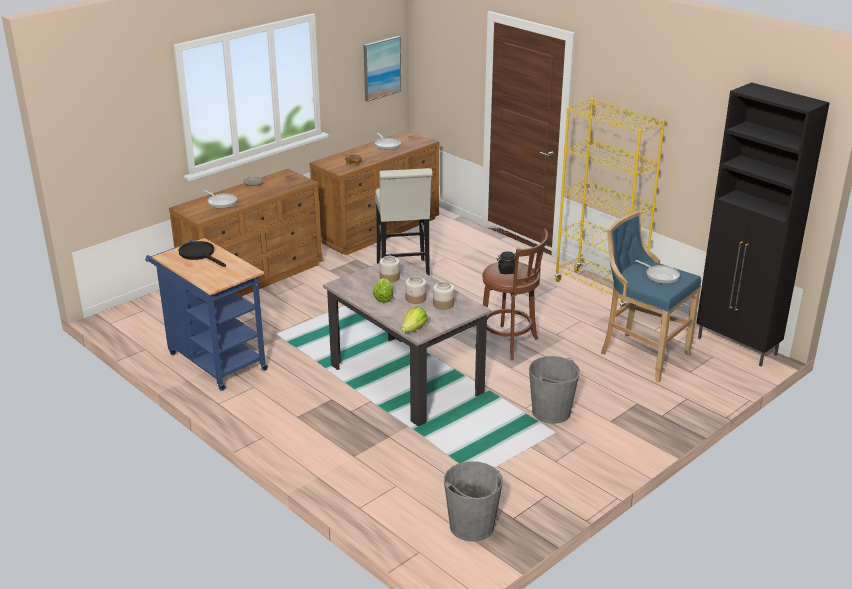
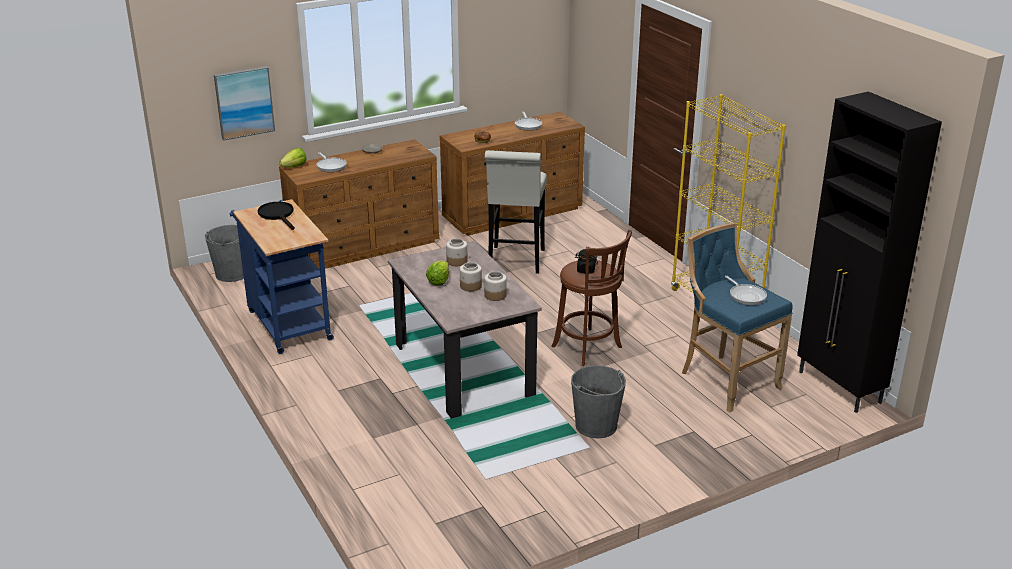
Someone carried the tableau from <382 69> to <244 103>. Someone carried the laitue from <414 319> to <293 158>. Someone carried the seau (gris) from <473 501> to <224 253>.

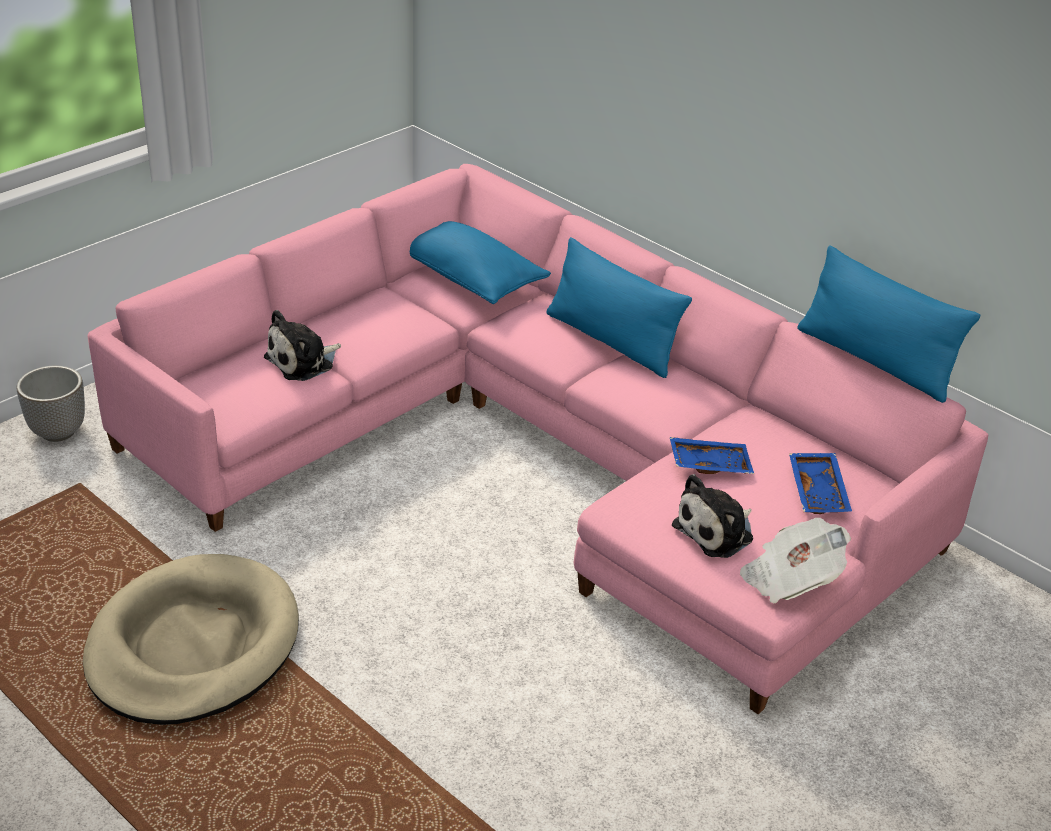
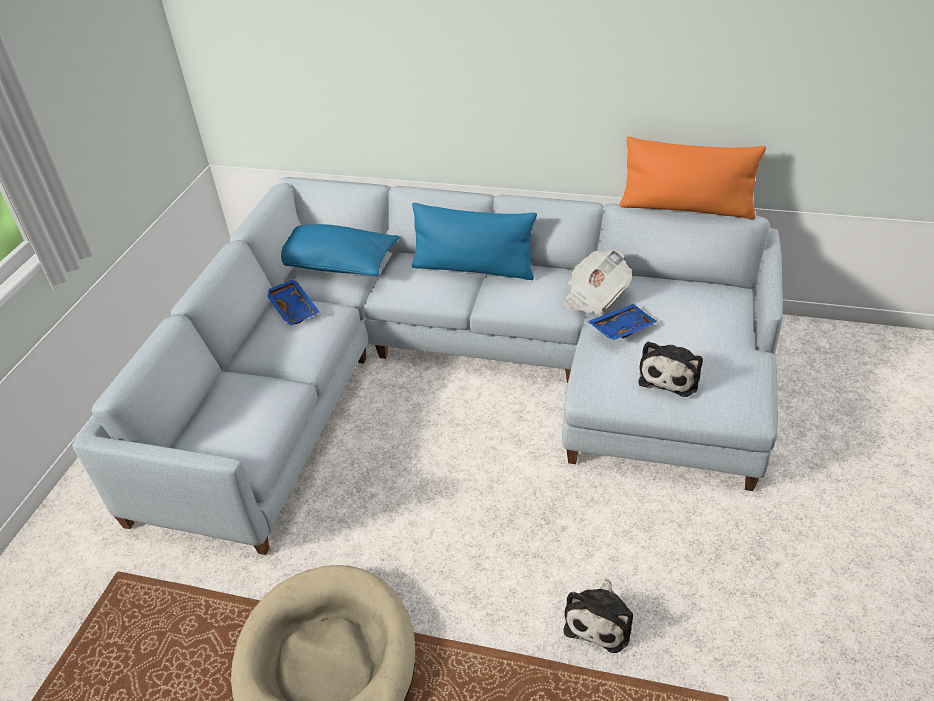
Someone took away the cache-pot at <51 404>. Someone repainted the canapé (rose) at <537 439>, which became the canapé (gris) at <427 366>. Someone carried the peluche from <302 345> to <598 616>. Someone carried the journal from <795 561> to <597 282>. Someone carried the plateau (bleu) from <820 483> to <293 302>. Someone repainted the coussin (bleu) at <888 324>, which became the coussin (orange) at <692 178>.

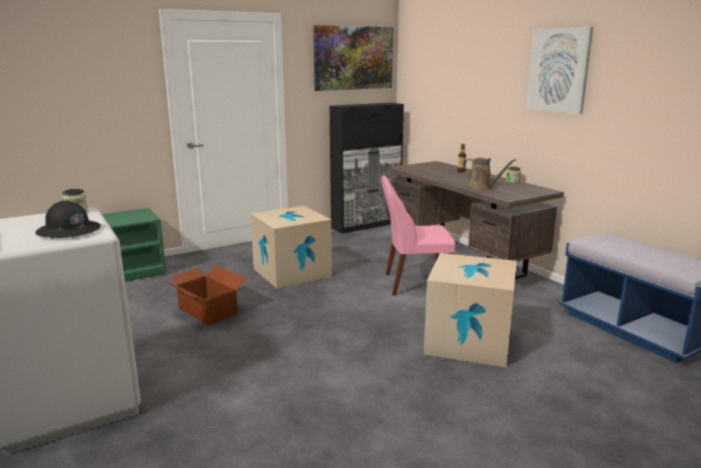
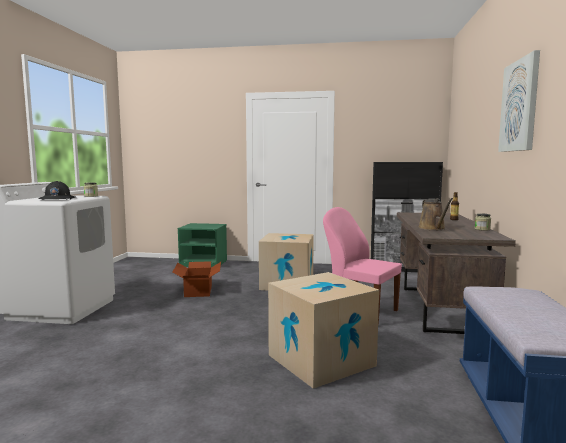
Someone took away the tableau at <353 58>.

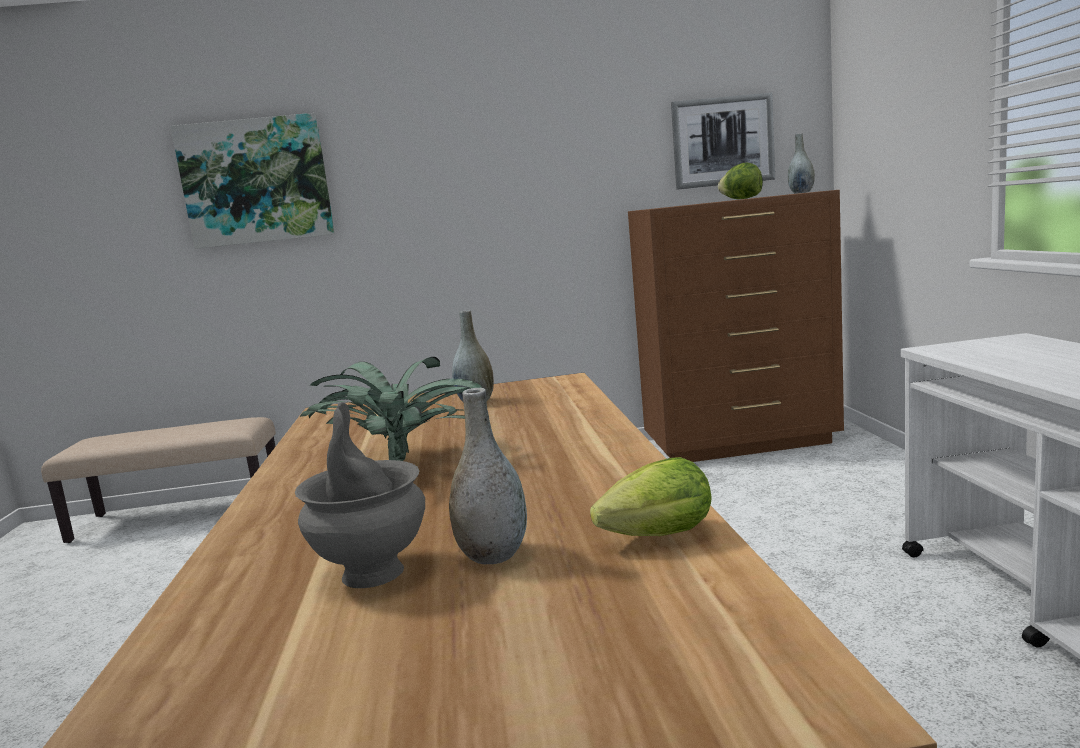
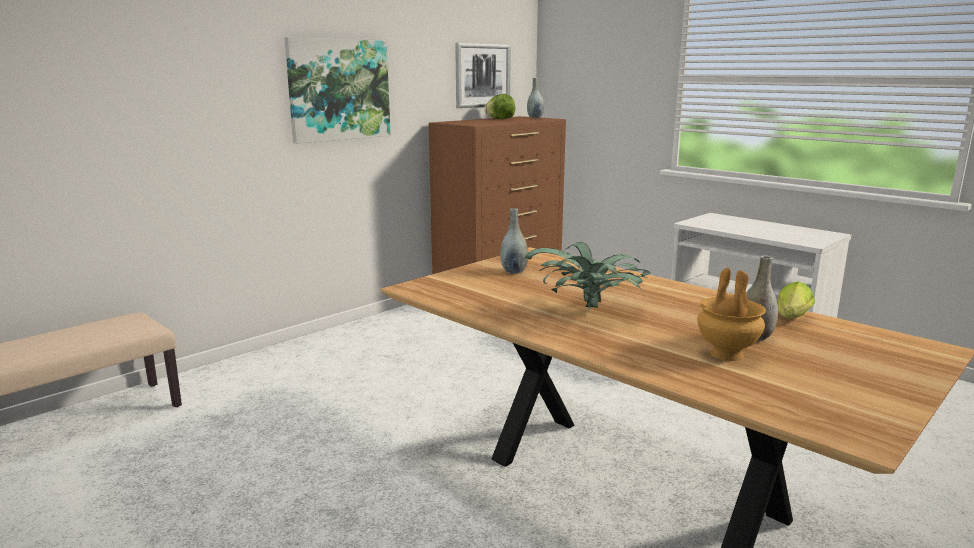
Someone carried the tableau from <252 181> to <338 90>. Someone repainted the vase (gris) at <360 495>, which became the vase (marron) at <731 314>.

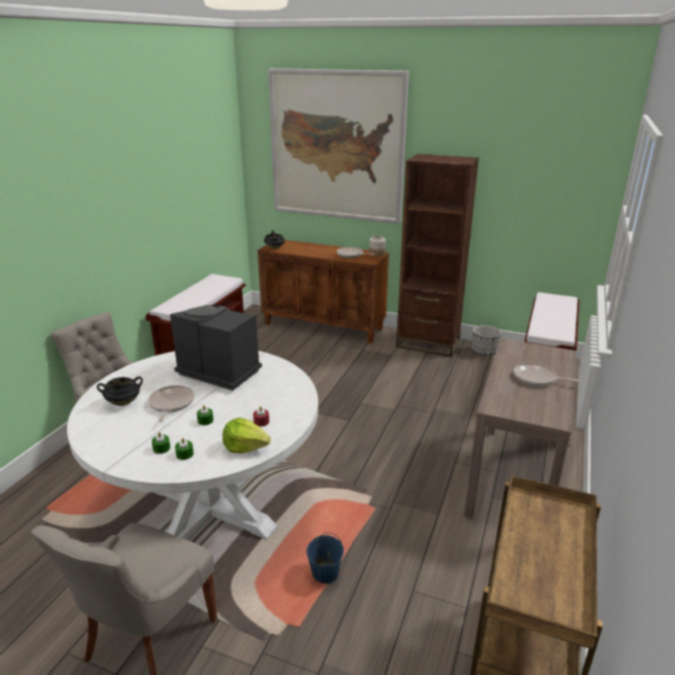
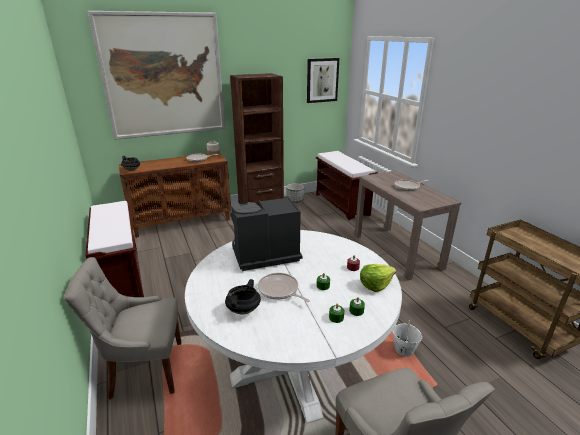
Someone repainted the seau (bleu) at <325 558>, which became the seau (blanc) at <407 338>. Someone put up the tableau at <323 80>.

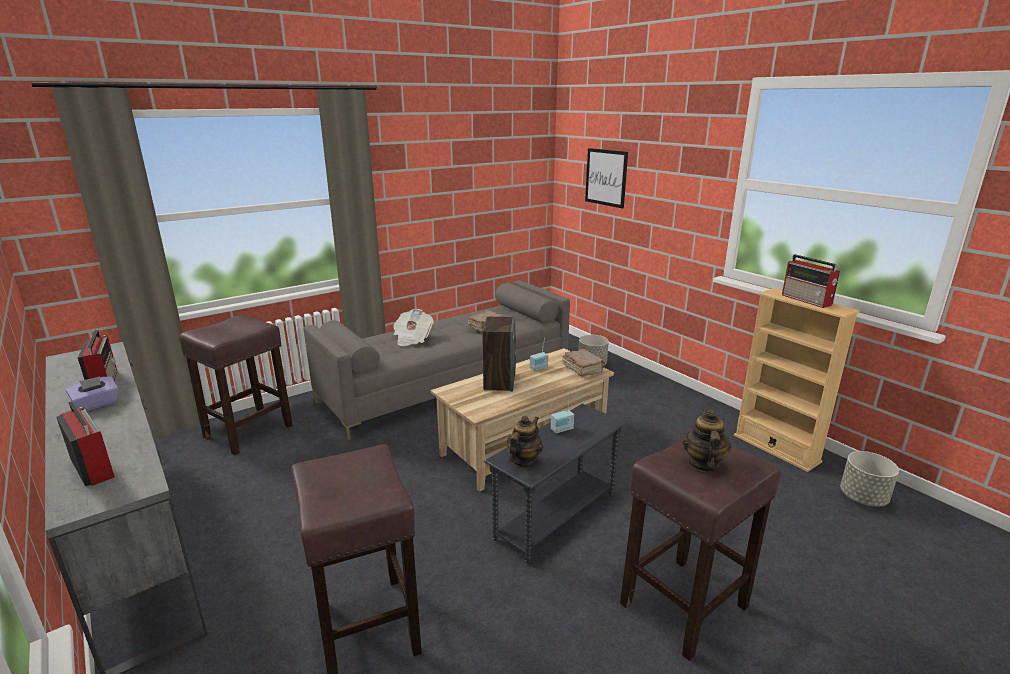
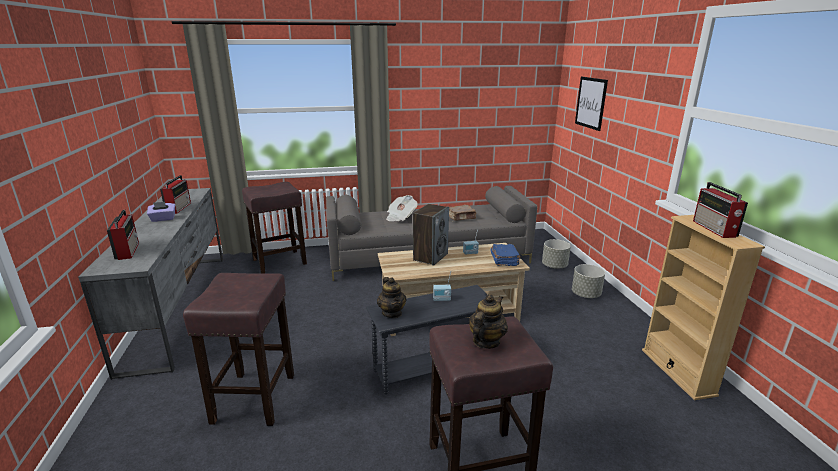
Someone rotated the théière at <525 441> by 105 degrees clockwise. Someone repainted the livre (marron) at <583 363>, which became the livre (bleu) at <505 255>. Someone carried the cache-pot (gris) from <869 479> to <588 281>.

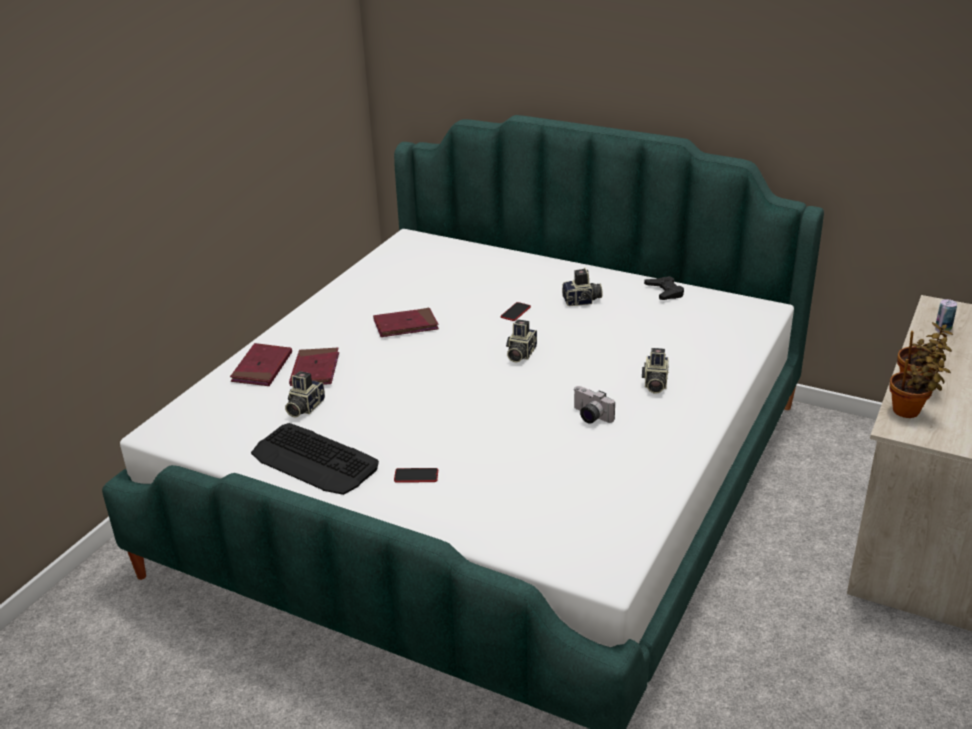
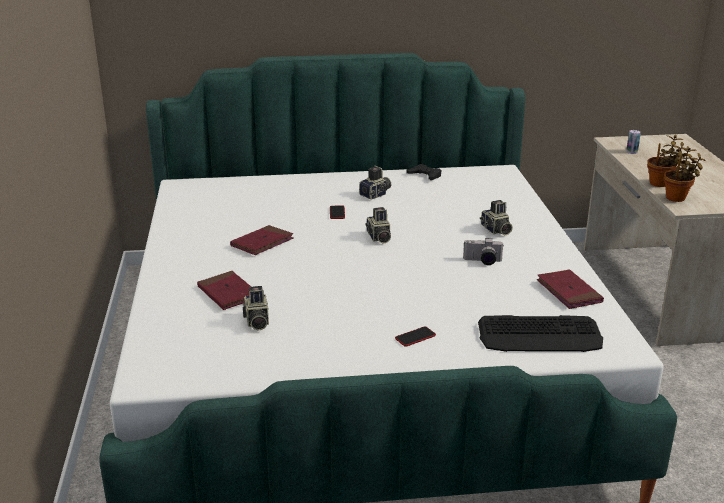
Someone carried the livre (rouge) from <261 364> to <570 289>. Someone carried the clavier from <315 459> to <540 333>.

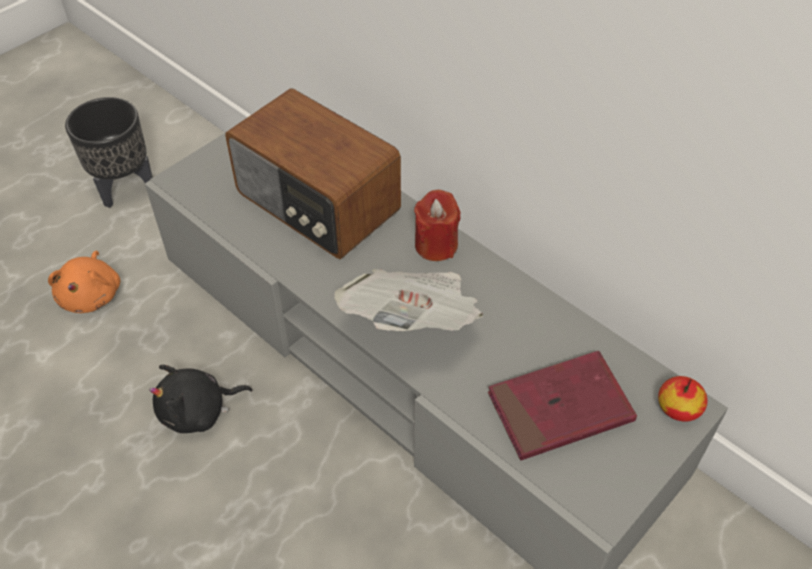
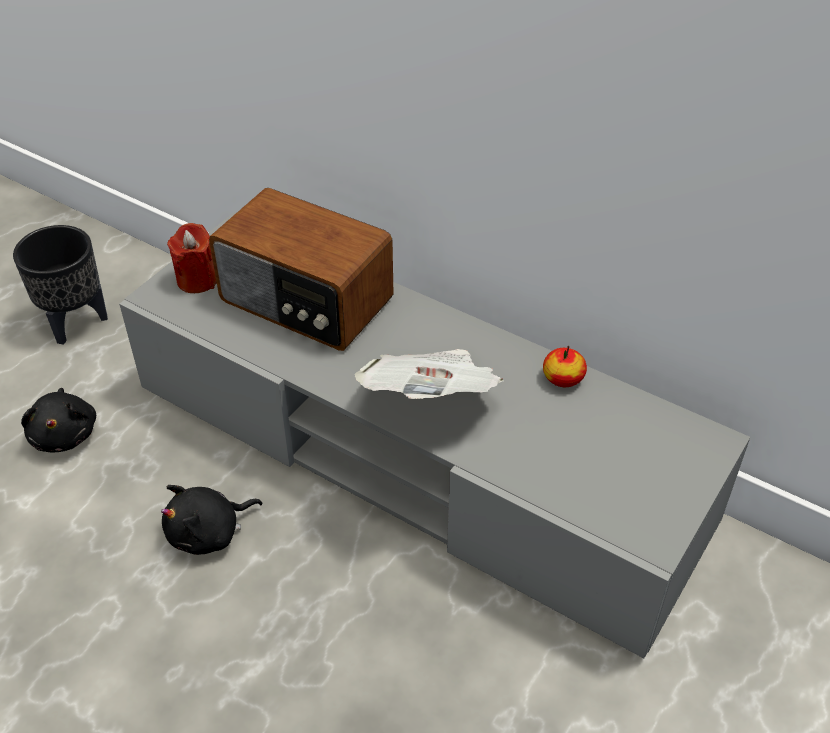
Someone repainted the peluche (orange) at <84 282>, which became the peluche (noir) at <58 420>. Someone carried the bougie (rouge) from <437 225> to <192 258>. Someone took away the livre (rouge) at <562 405>. Someone carried the pomme from <683 399> to <565 366>.

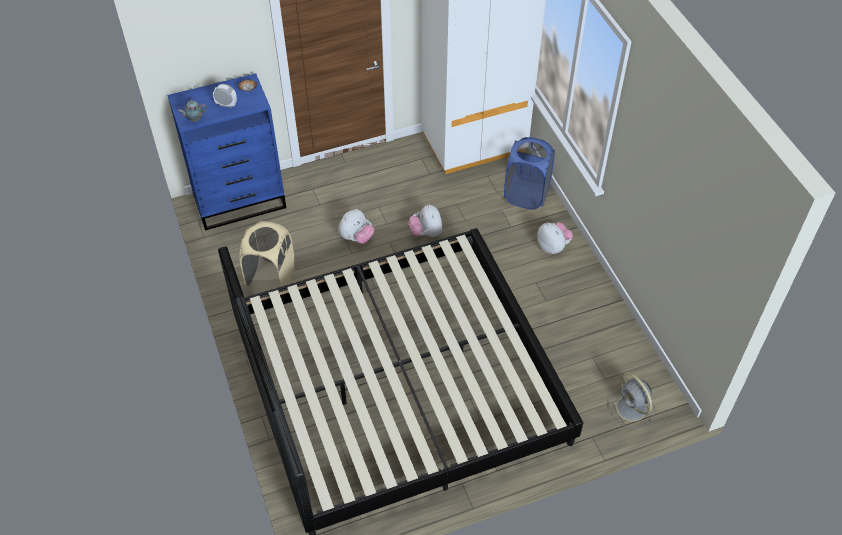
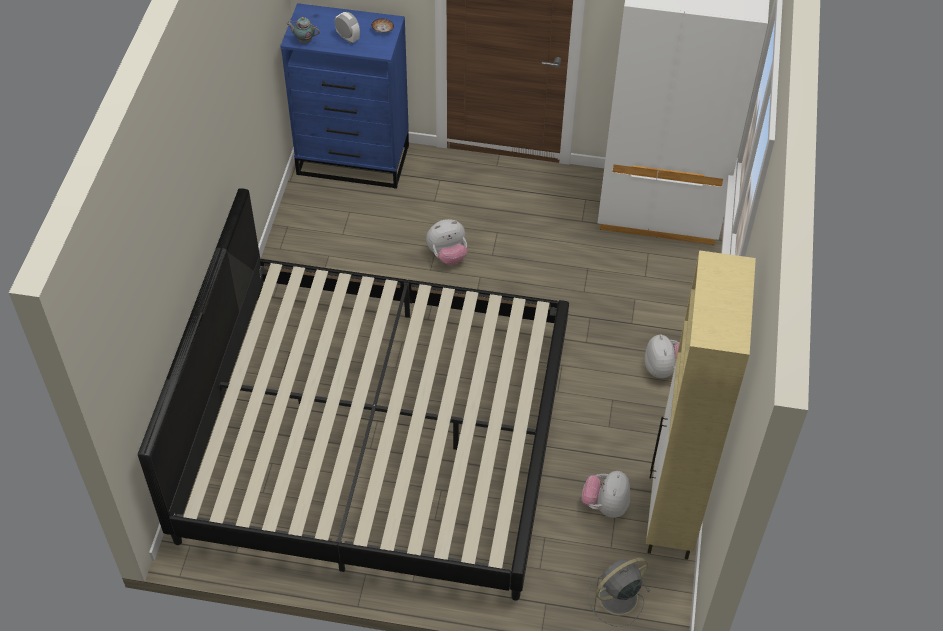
Someone took away the panier à linge (beige) at <267 257>. Someone carried the peluche from <426 220> to <606 494>. Someone took away the panier à linge (bleu) at <529 173>. Someone rotated the ventilateur (gris) at <632 400> by 60 degrees clockwise. Someone put down the meuble de rangement (beige) at <701 405>.

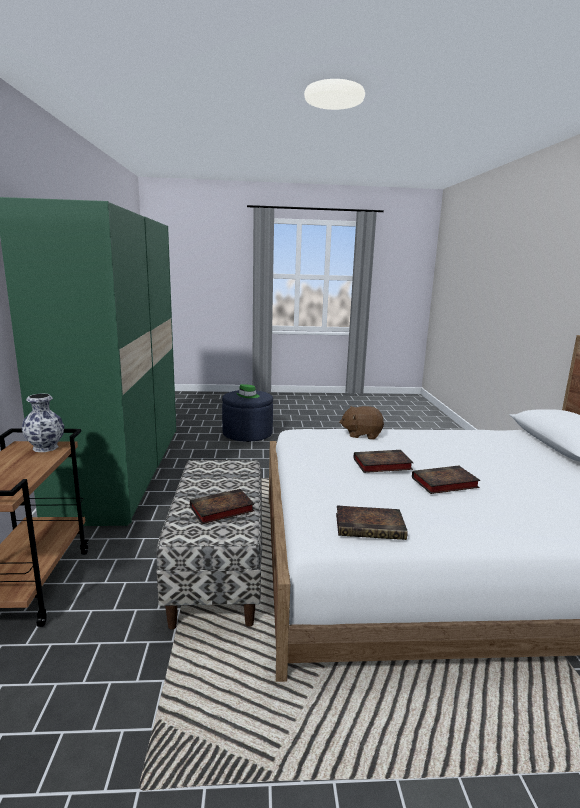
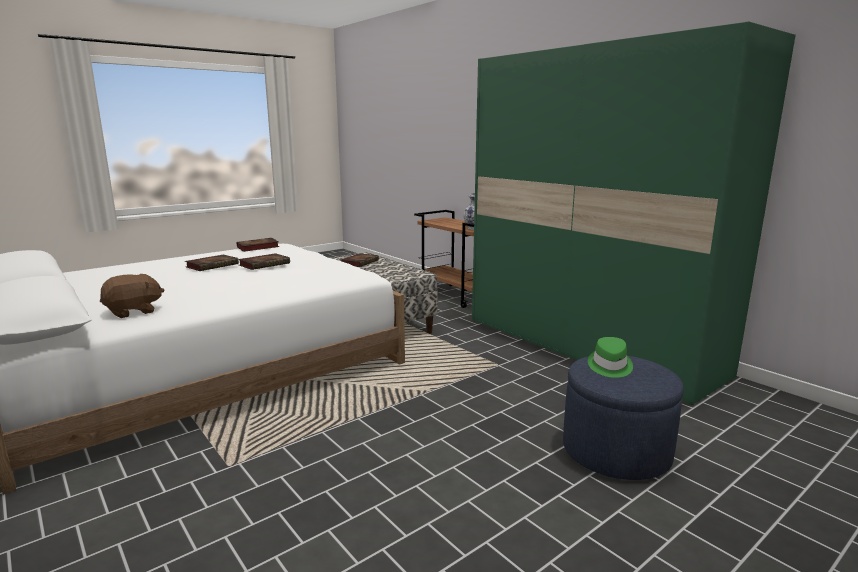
Someone carried the peluche (marron) from <361 423> to <132 296>.

